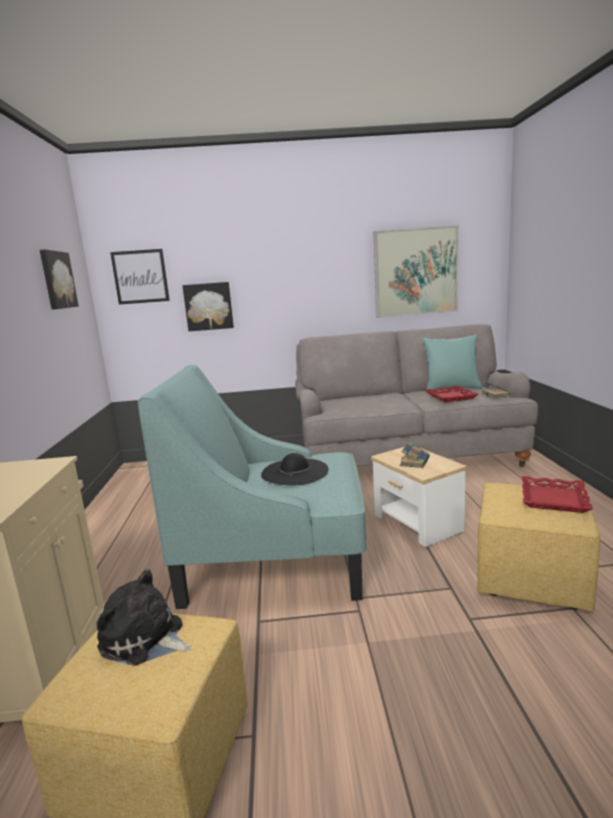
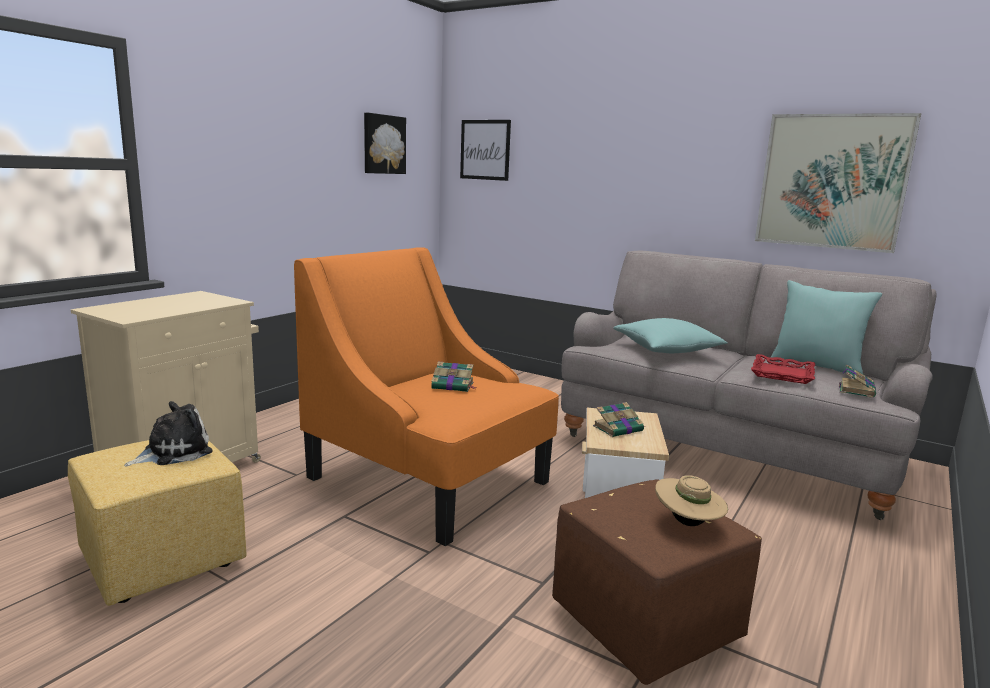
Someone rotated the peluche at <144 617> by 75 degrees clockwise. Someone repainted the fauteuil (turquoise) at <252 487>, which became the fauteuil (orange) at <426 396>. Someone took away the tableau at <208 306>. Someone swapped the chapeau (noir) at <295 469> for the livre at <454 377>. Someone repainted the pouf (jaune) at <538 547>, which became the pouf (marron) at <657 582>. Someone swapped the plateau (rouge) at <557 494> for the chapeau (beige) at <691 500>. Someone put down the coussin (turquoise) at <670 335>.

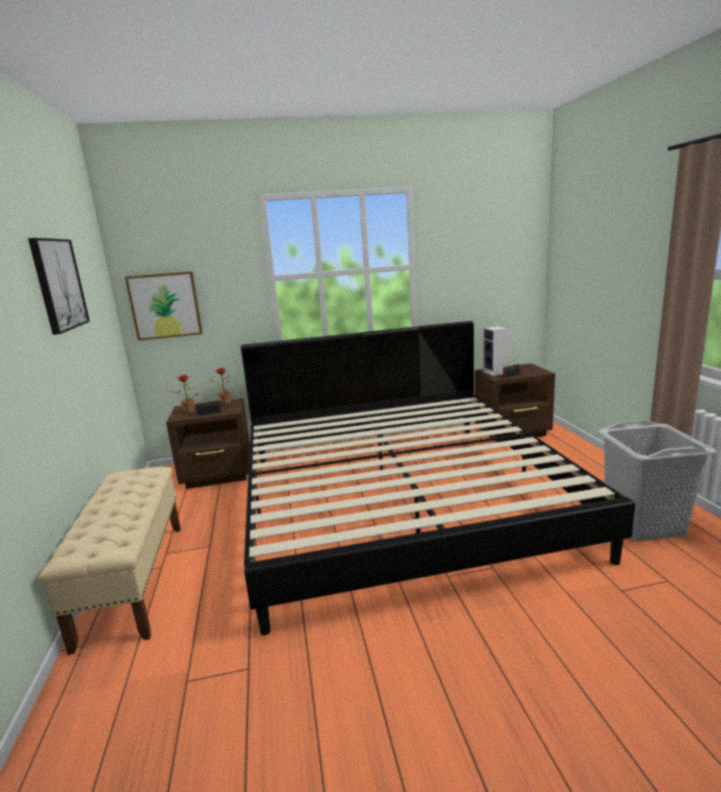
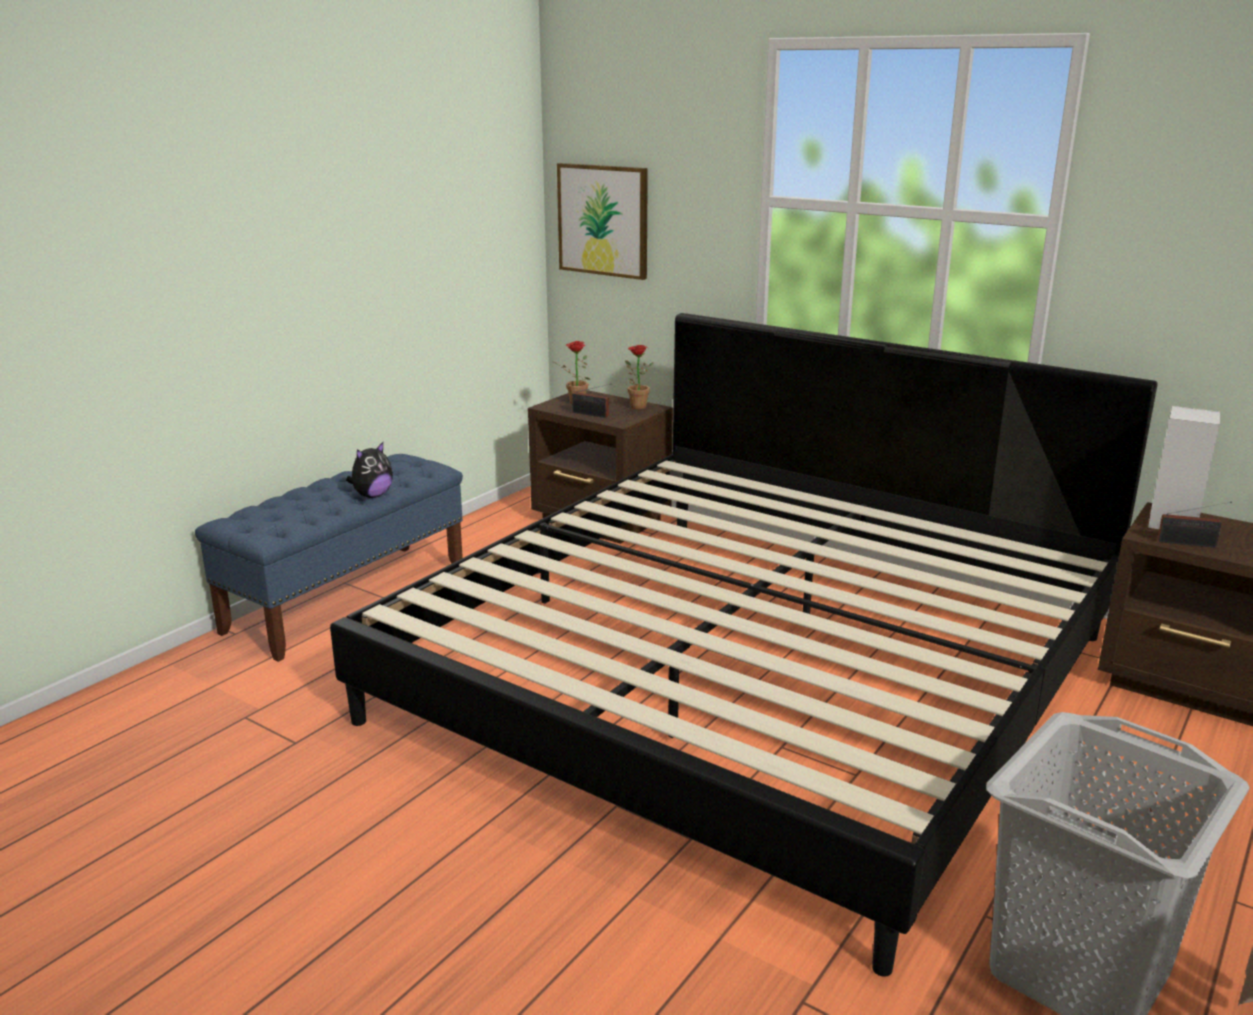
Someone took away the tableau at <59 286>. Someone repainted the banc (beige) at <109 561>, which became the banc (bleu) at <329 558>. Someone put down the peluche at <369 470>.

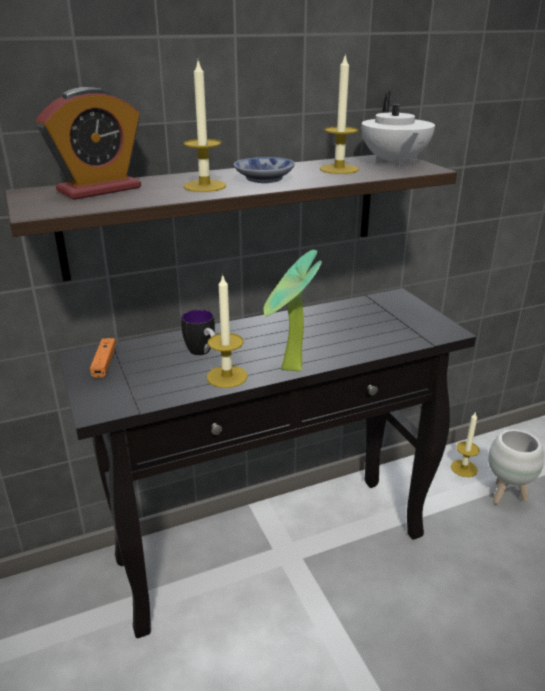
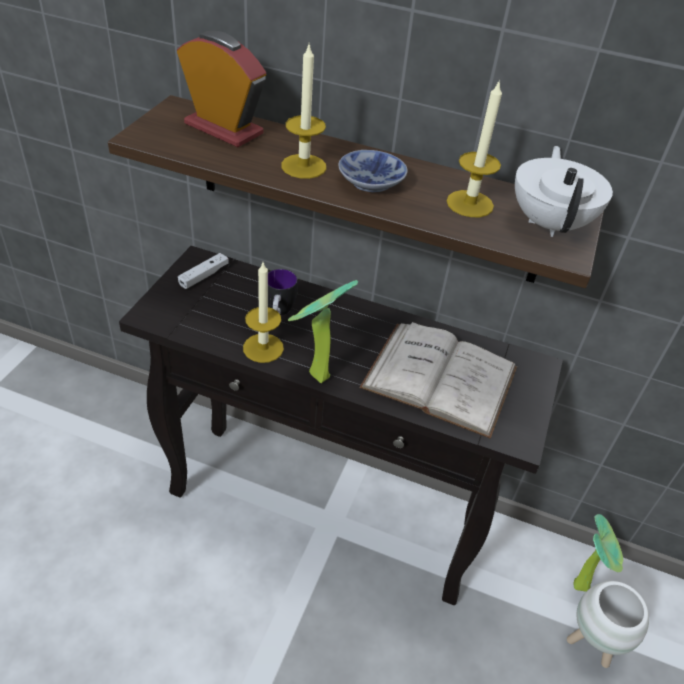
Someone rotated the réveil at <88 143> by 150 degrees counterclockwise. Someone repainted the manette (orange) at <103 358>, which became the manette (blanc) at <203 271>. Someone rotated the théière (blanc) at <398 129> by 150 degrees clockwise. Someone swapped the bougie at <465 444> for the plante en pot at <598 553>. Someone put down the livre (blanc) at <438 380>.

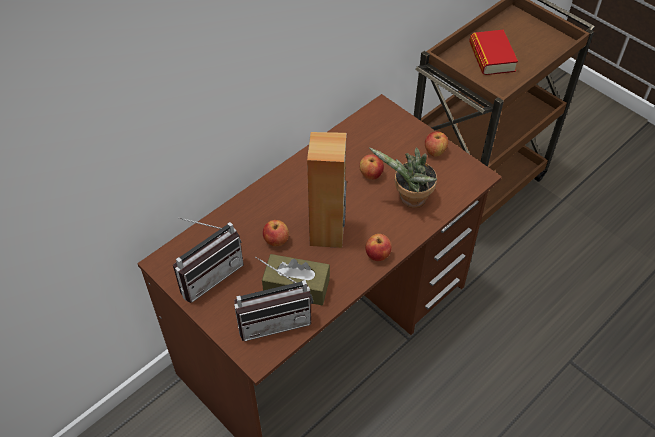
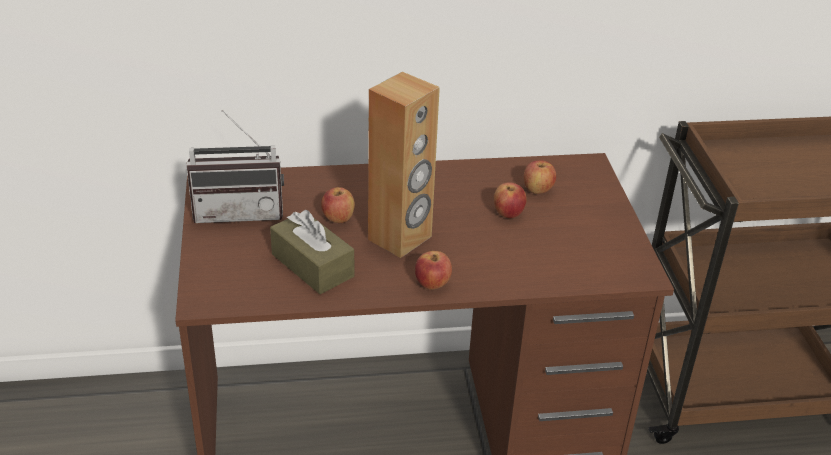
Someone took away the radio at <273 299>. Someone took away the plante en pot at <403 178>. Someone carried the pomme from <436 144> to <540 177>. Someone took away the livre at <493 52>.

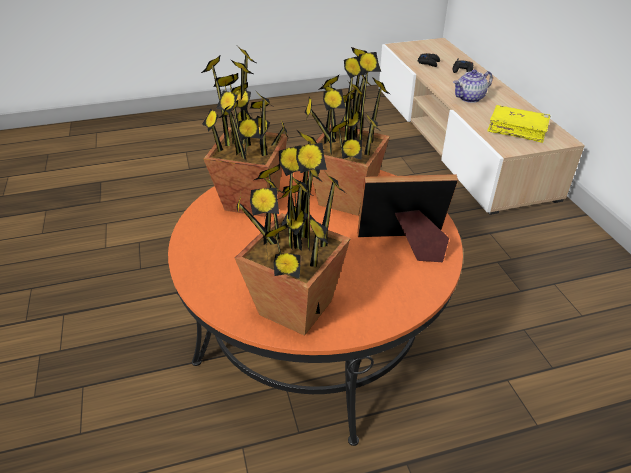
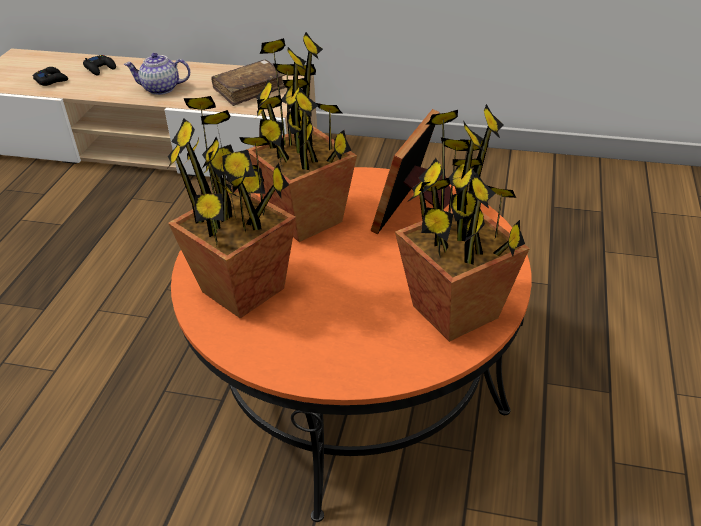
Someone rotated the théière at <473 86> by 90 degrees clockwise. Someone repainted the livre (jaune) at <519 124>, which became the livre (marron) at <249 83>.

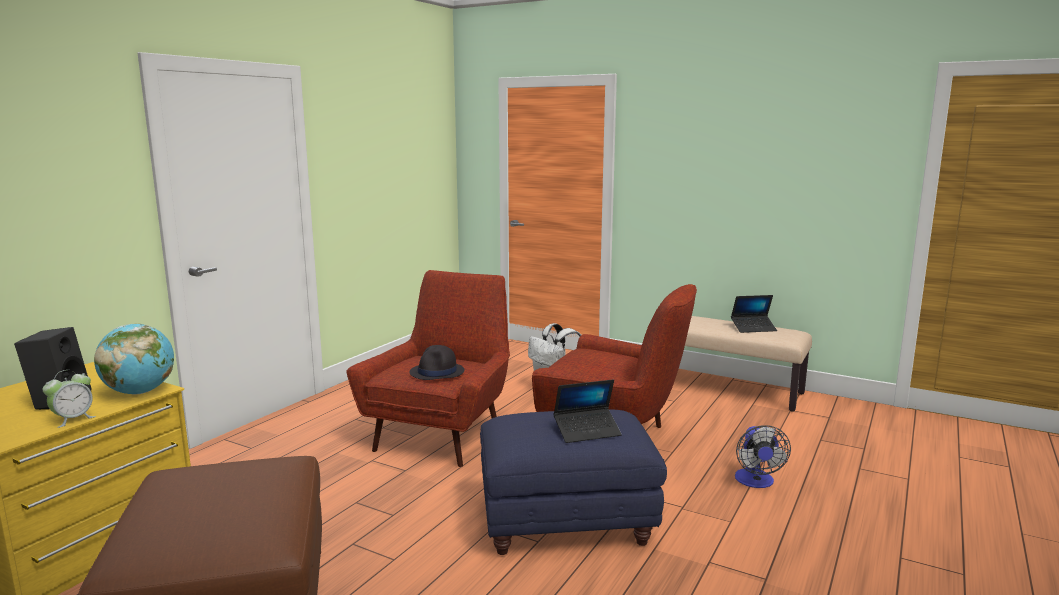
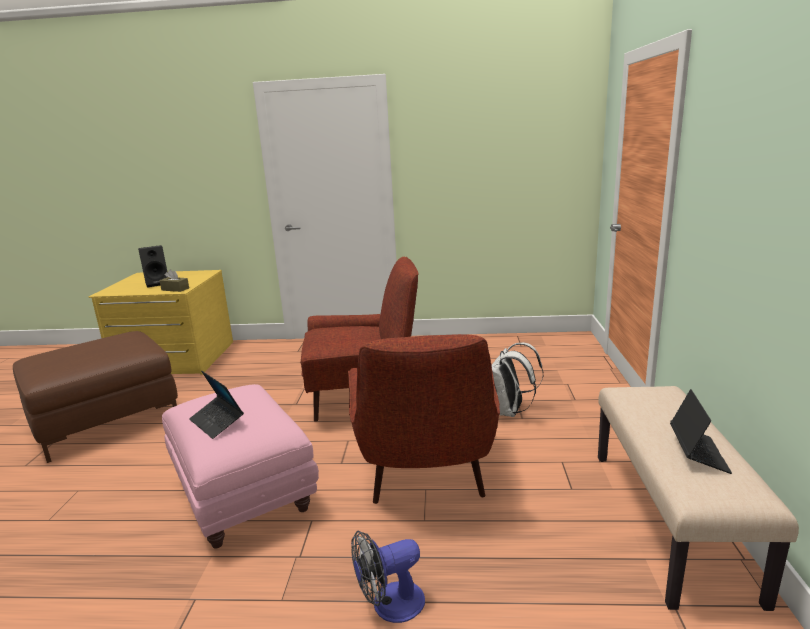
Someone took away the réveil at <69 399>. Someone swapped the globe at <134 359> for the boîte à mouchoirs (marron) at <174 280>. Someone took away the chapeau (noir) at <436 362>. Someone repainted the pouf (bleu) at <573 482>, which became the pouf (rose) at <240 466>. Someone rotated the ordinateur portable at <754 314> by 135 degrees counterclockwise.

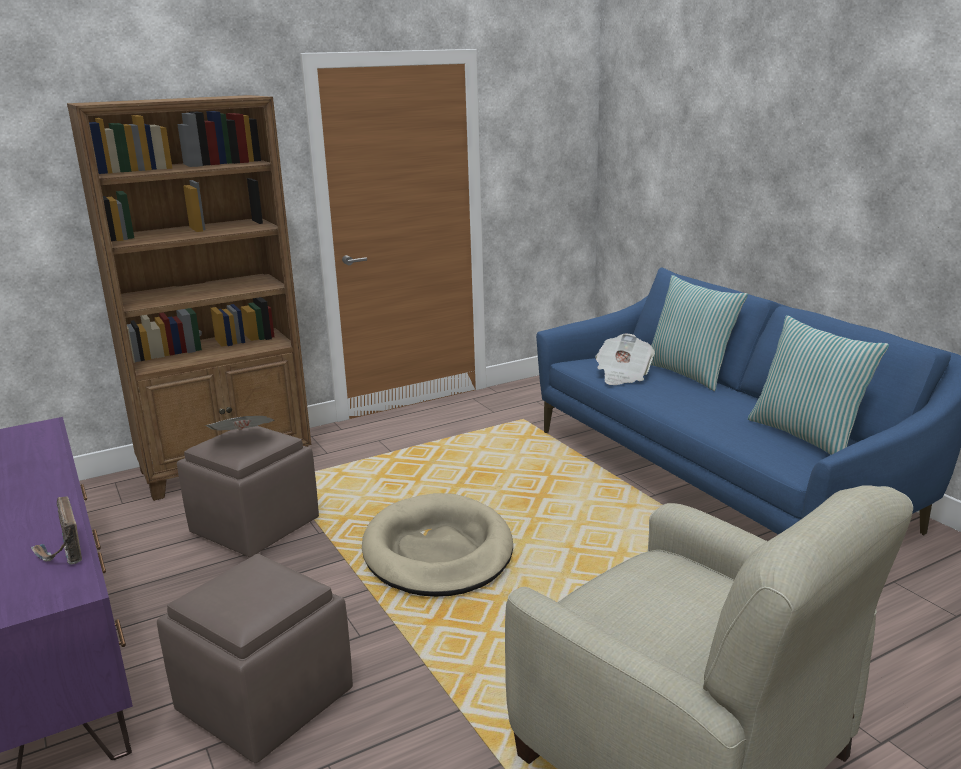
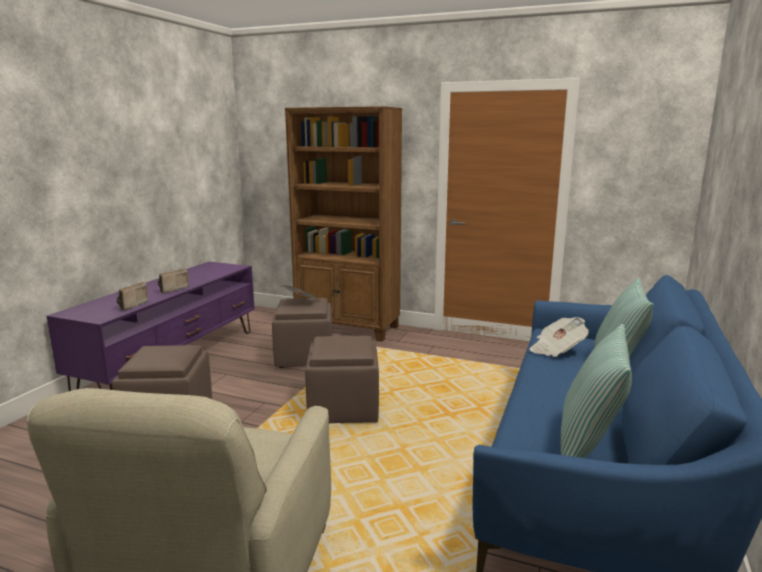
Someone swapped the panier pour chien (beige) at <437 545> for the pouf (marron) at <342 379>. Someone put down the radio at <173 281>.

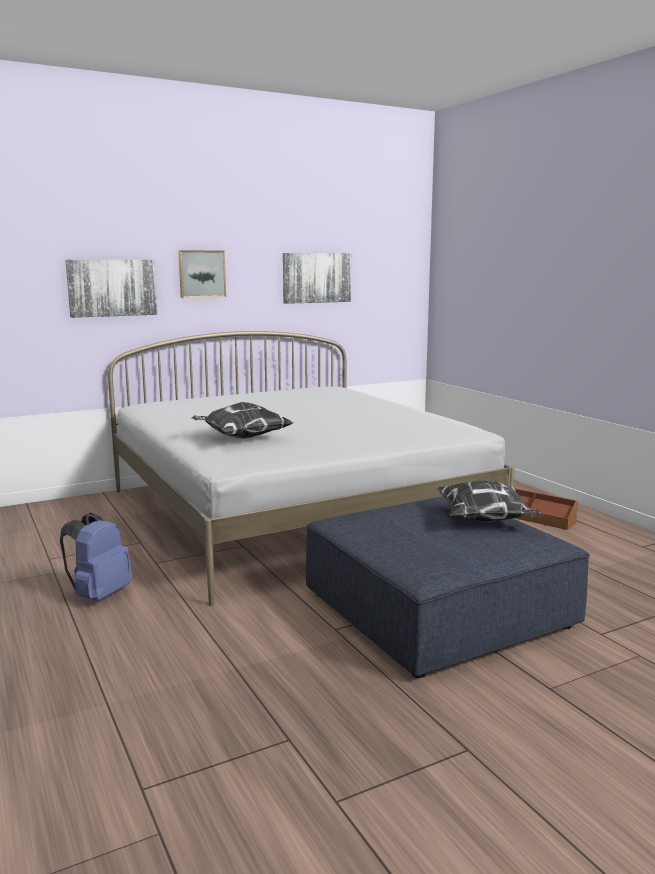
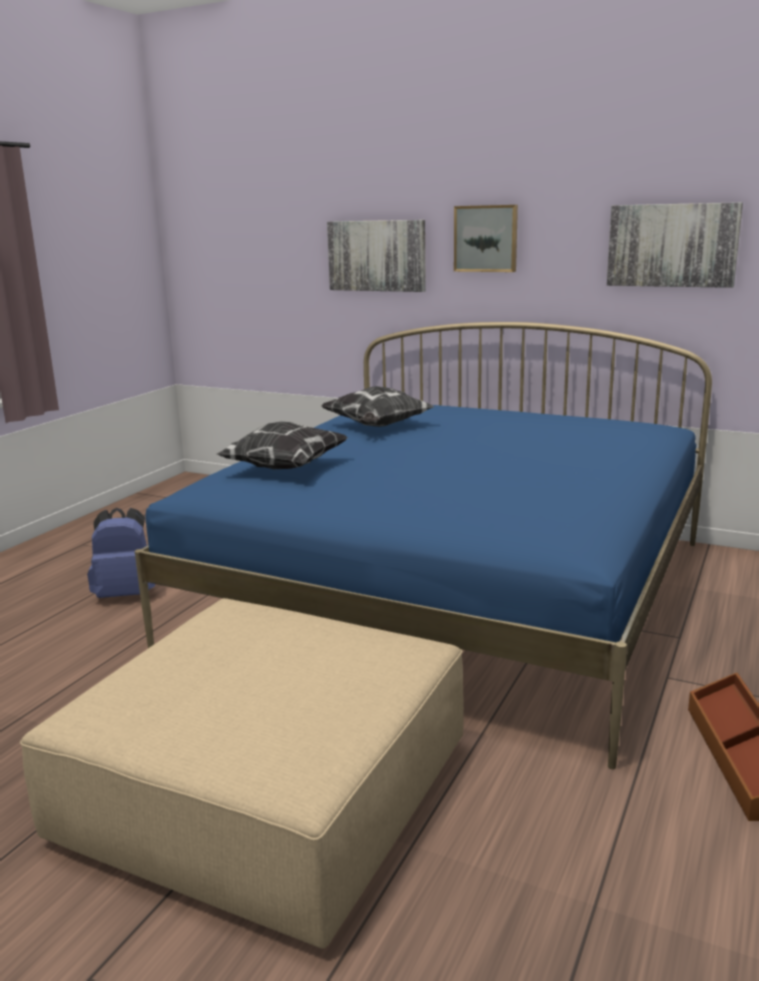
Someone repainted the lit (blanc) at <311 468>, which became the lit (bleu) at <423 545>. Someone repainted the pouf (bleu) at <448 587>, which became the pouf (beige) at <242 773>. Someone carried the coussin from <490 501> to <378 406>.

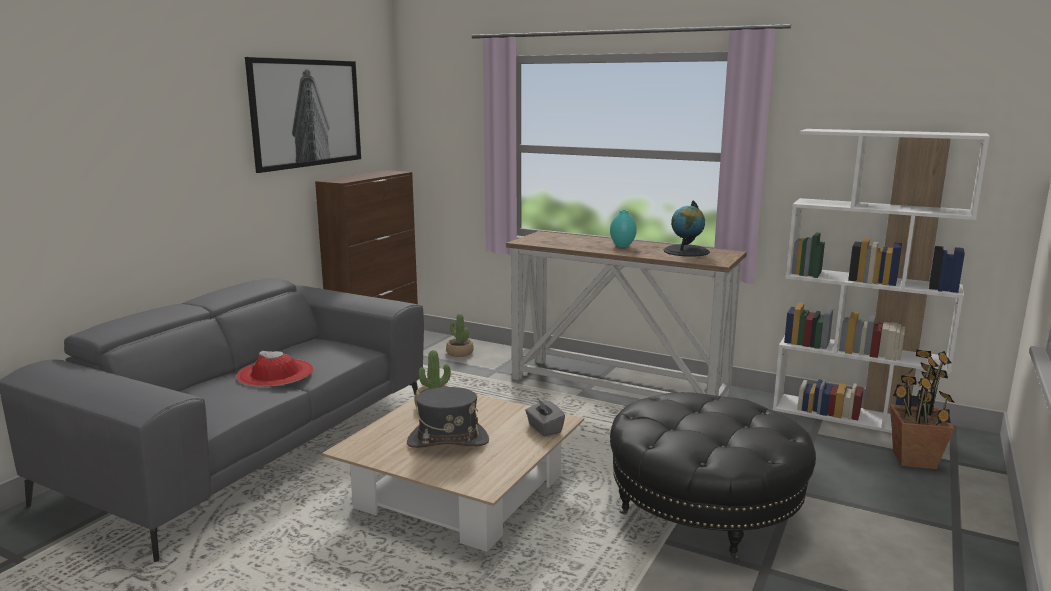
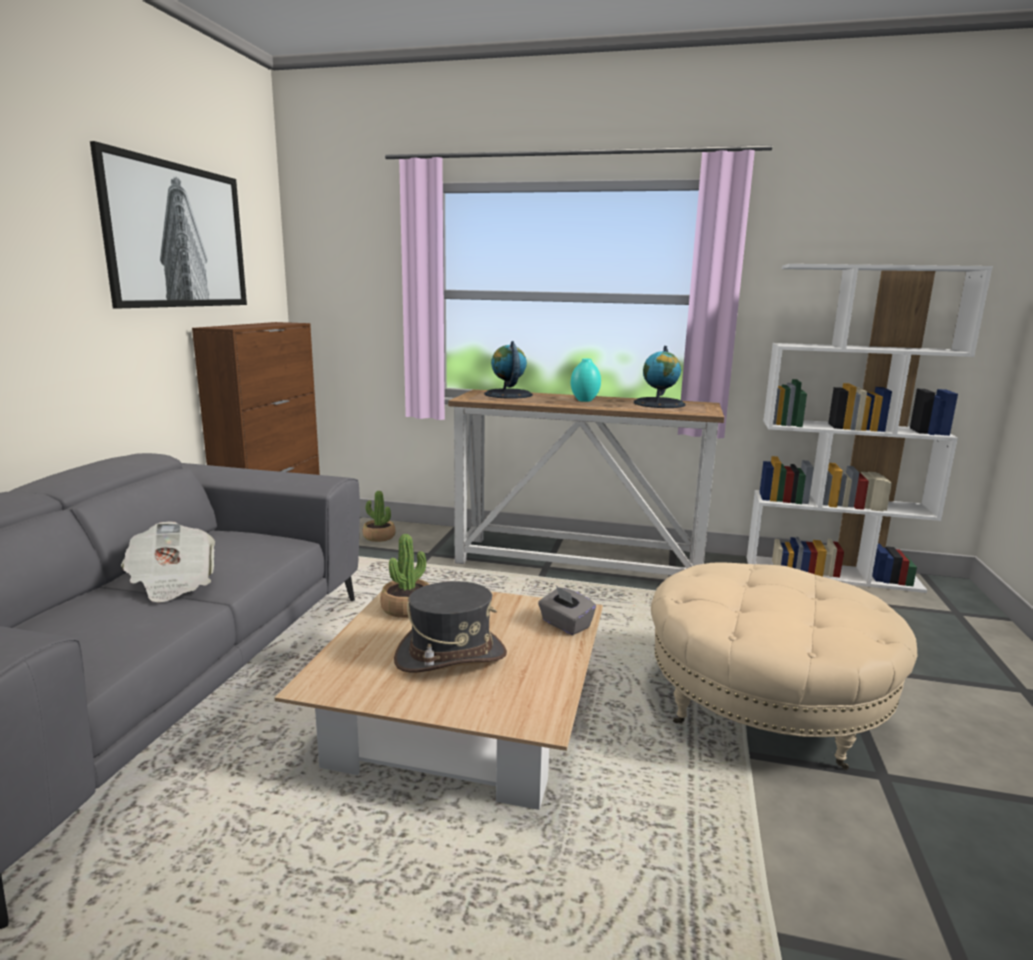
Someone swapped the chapeau (rouge) at <274 369> for the journal at <168 562>. Someone repainted the pouf (noir) at <713 476>, which became the pouf (beige) at <784 666>. Someone took away the plante en pot at <922 409>. Someone put down the globe at <508 370>.

